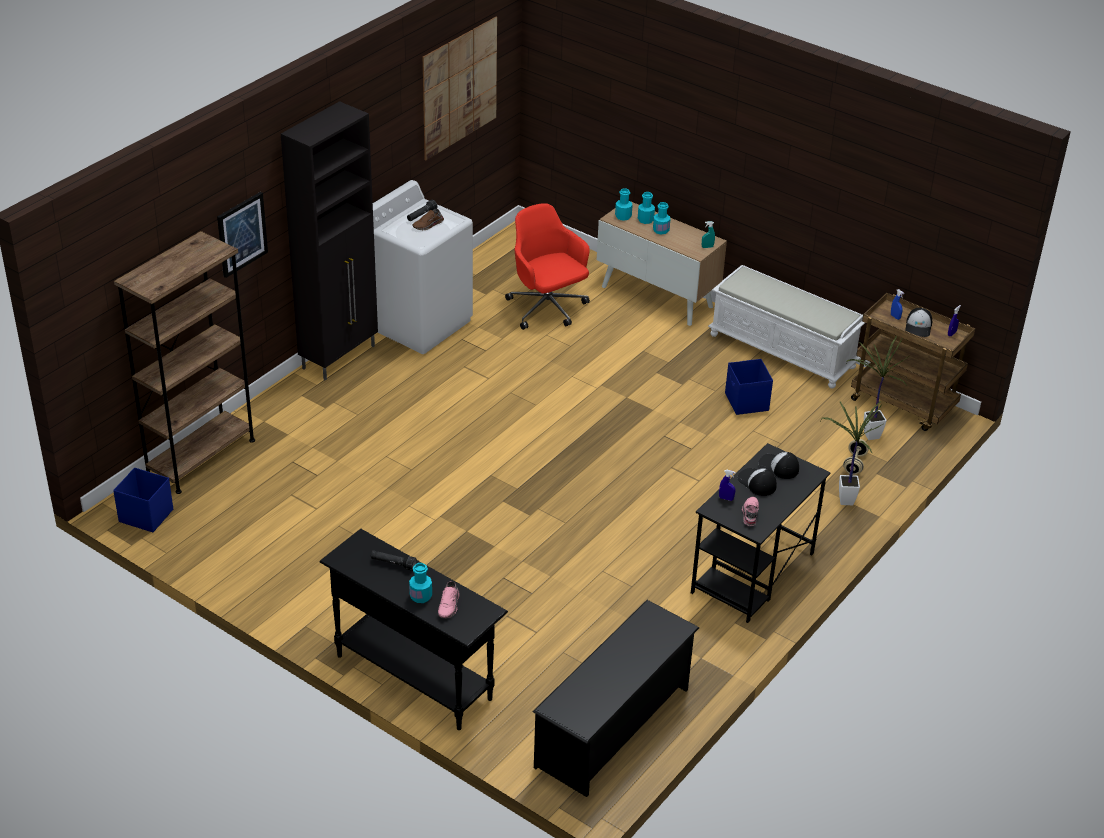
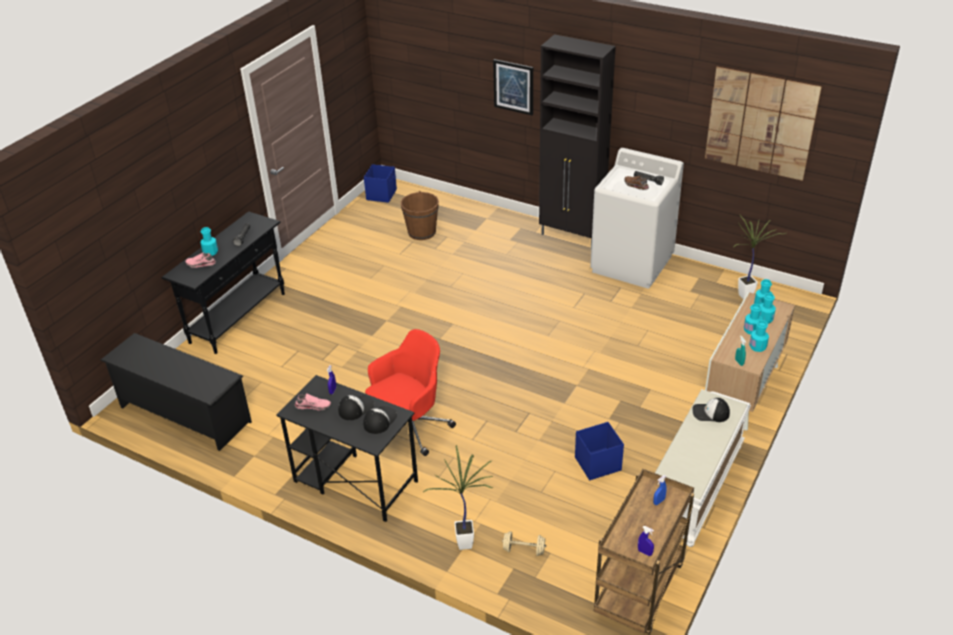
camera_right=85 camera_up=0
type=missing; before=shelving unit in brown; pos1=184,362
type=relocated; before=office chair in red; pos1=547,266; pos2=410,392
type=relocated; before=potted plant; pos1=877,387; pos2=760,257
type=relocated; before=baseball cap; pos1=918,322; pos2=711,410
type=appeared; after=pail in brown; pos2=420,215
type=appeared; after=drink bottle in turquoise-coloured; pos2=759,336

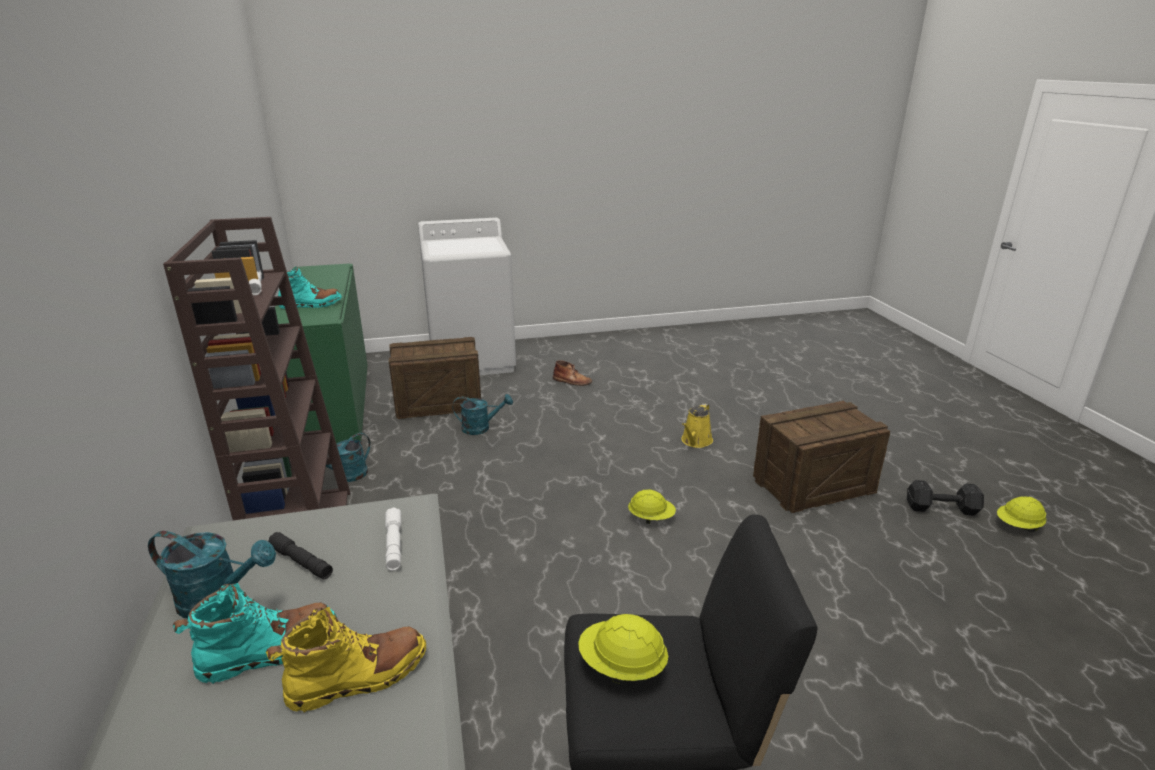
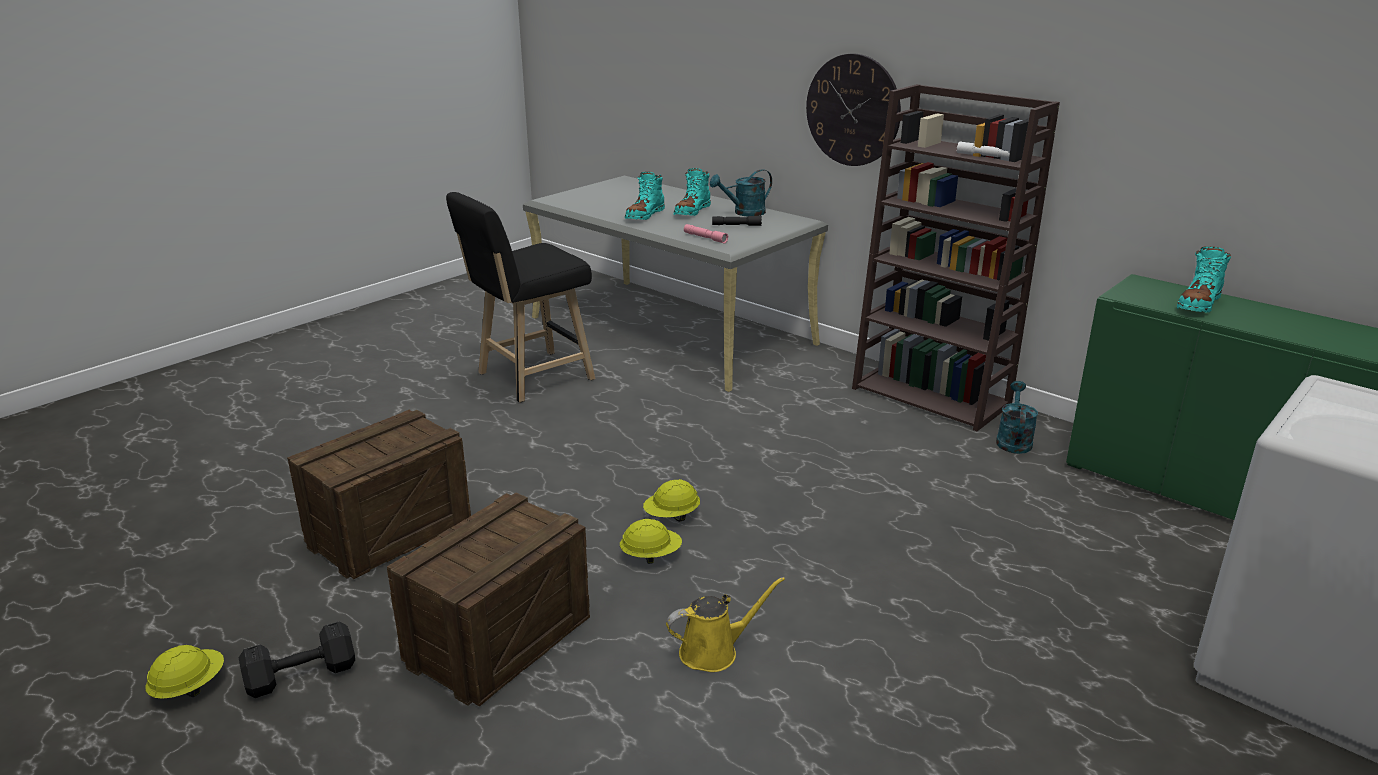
camera_right=145 camera_up=0
type=colour; before=boot in yellow; after=boot in turquoise-coloured; pos1=346,659; pos2=645,196
type=colour; before=flashlight in white; after=flashlight in pink; pos1=393,539; pos2=706,234
type=relocated; before=packing crate; pos1=435,378; pos2=379,494
type=missing; before=sprinkling can in turquoise-coloured; pos1=483,414
type=missing; before=boot in brown; pos1=572,373
type=relocated; before=work helmet in yellow; pos1=623,649; pos2=651,541
type=spun; before=sprinkling can in yellow; pos1=697,425; pos2=725,624; turn=75
type=appeared; after=wall clock; pos2=853,110

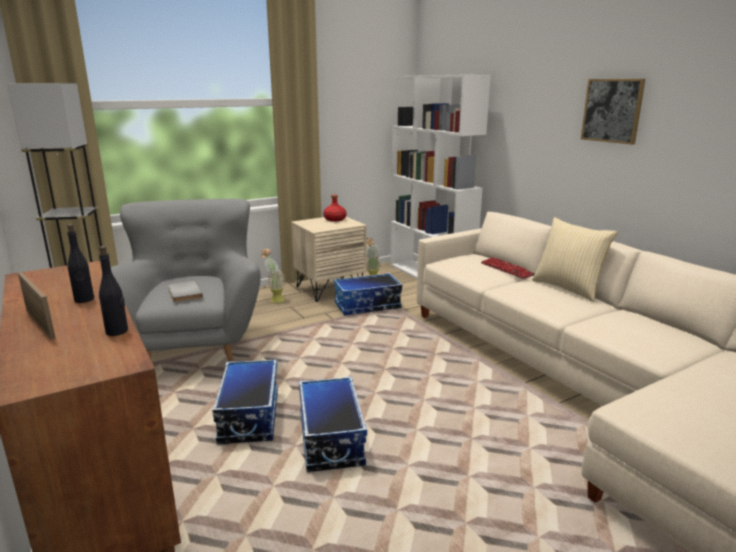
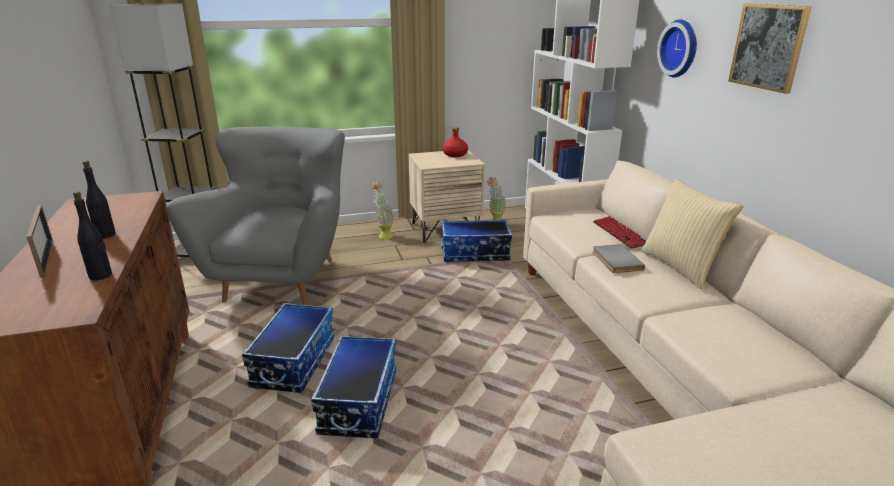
camera_right=15 camera_up=5
type=relocated; before=book in grey; pos1=185,291; pos2=619,258
type=appeared; after=wall clock; pos2=677,48

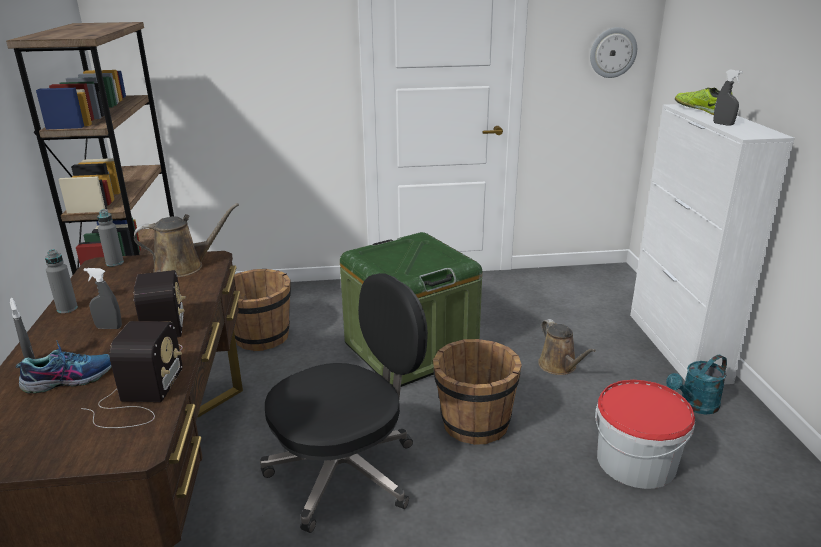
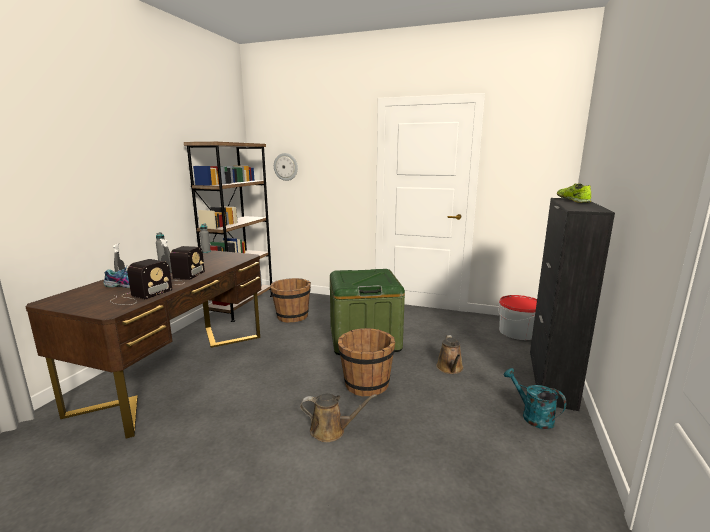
camera_right=25 camera_up=-10
type=relocated; before=sprinkling can in brown; pos1=186,240; pos2=338,417
type=missing; before=office chair in black-coloured; pos1=344,403
type=relocated; before=wall clock; pos1=613,52; pos2=286,167
type=relocated; before=pail; pos1=645,434; pos2=517,317
type=colour; before=storage cabinet in white; after=storage cabinet in black-coloured; pos1=712,244; pos2=572,304
type=spun; before=sprinkling can in turquoise-coloured; pos1=696,385; pos2=535,398; turn=60
type=missing; before=spray bottle in grey; pos1=728,98

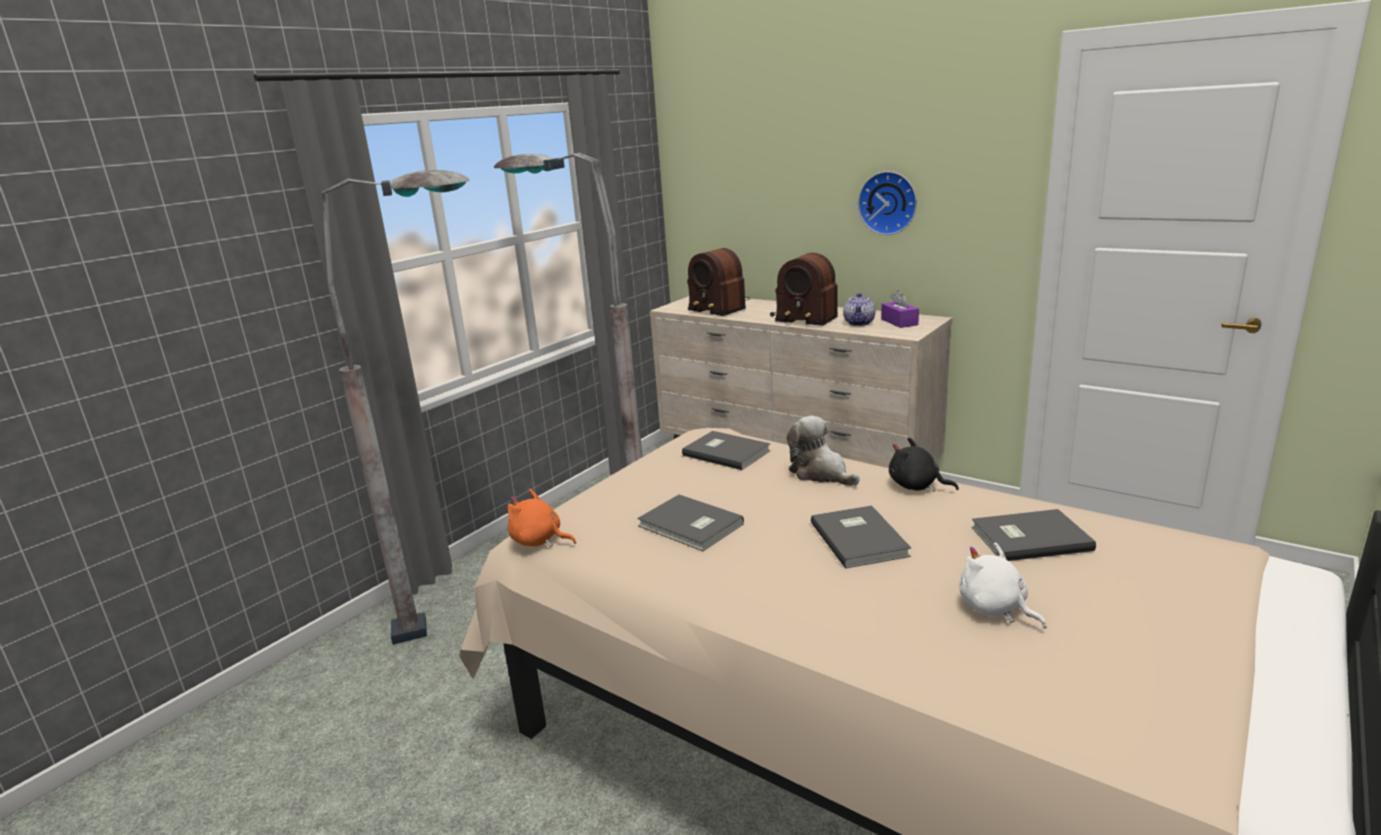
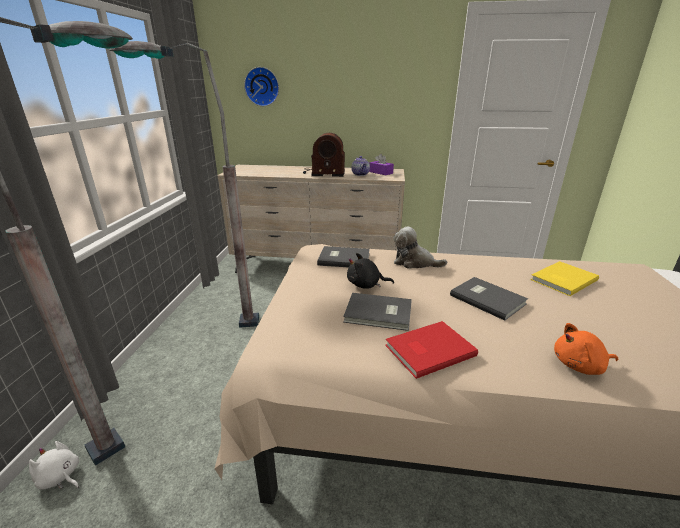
camera_right=-30 camera_up=5
type=relocated; before=plush toy in orange; pos1=542,518; pos2=586,349
type=missing; before=radio set; pos1=718,282
type=relocated; before=wall clock; pos1=887,203; pos2=261,86
type=relocated; before=plush toy in black-coloured; pos1=924,464; pos2=370,271
type=relocated; before=plush toy in white; pos1=1003,585; pos2=54,465
type=colour; before=book in grey; after=book in yellow; pos1=1033,535; pos2=564,278
type=appeared; after=book in red; pos2=431,350

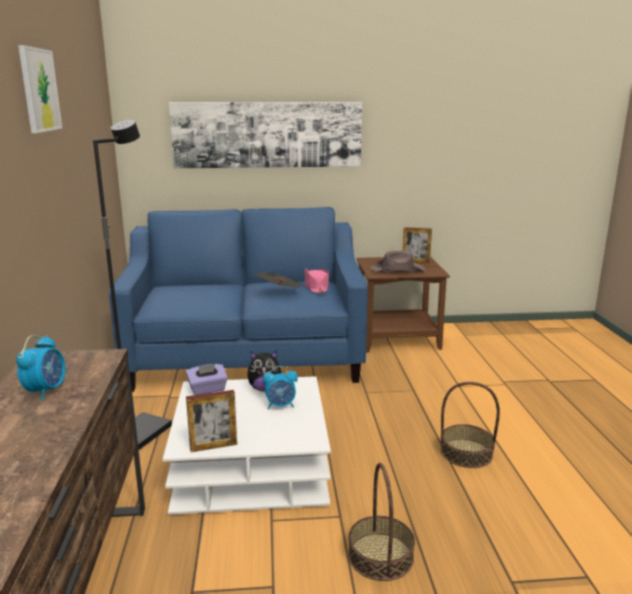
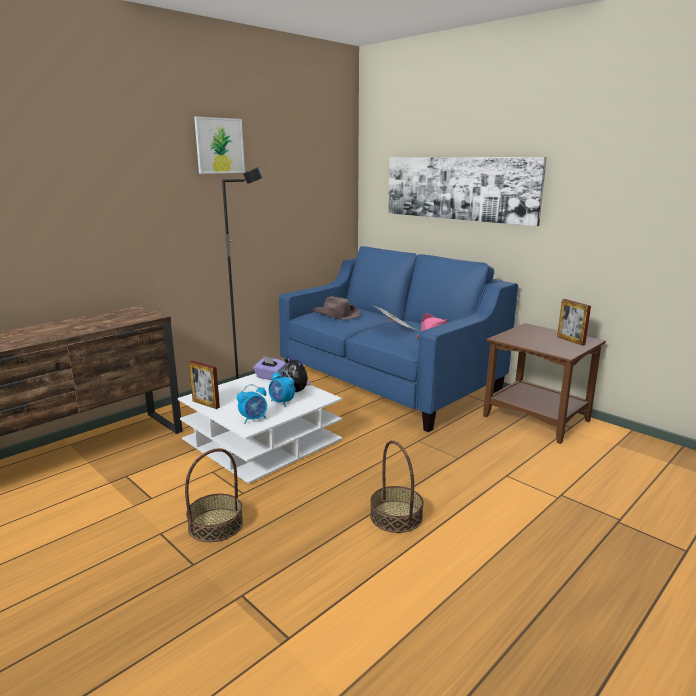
camera_right=50 camera_up=0
type=relocated; before=table clock; pos1=40,367; pos2=252,404
type=relocated; before=wearable hat in brown; pos1=398,261; pos2=336,308

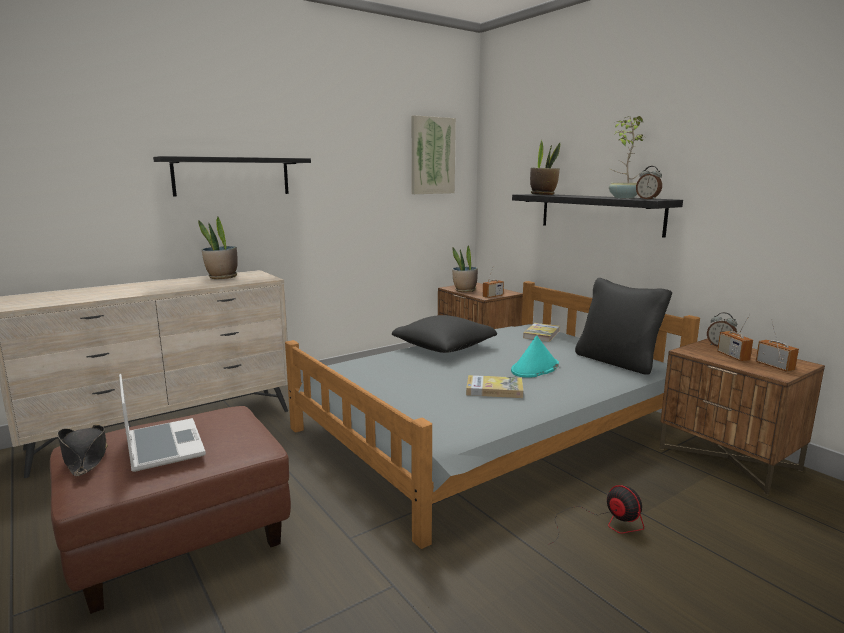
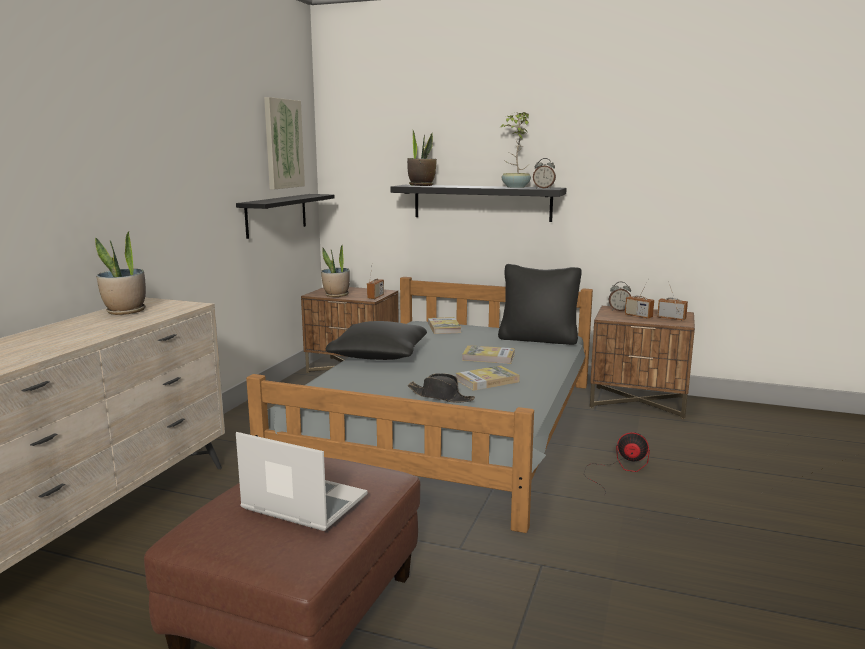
camera_right=-35 camera_up=0
type=relocated; before=wearable hat in black-coloured; pos1=82,450; pos2=441,388
type=relocated; before=bracket shelf in black-coloured; pos1=232,176; pos2=285,216
type=exchanged; before=wearable hat in turquoise-coloured; after=book; pos1=535,356; pos2=488,354

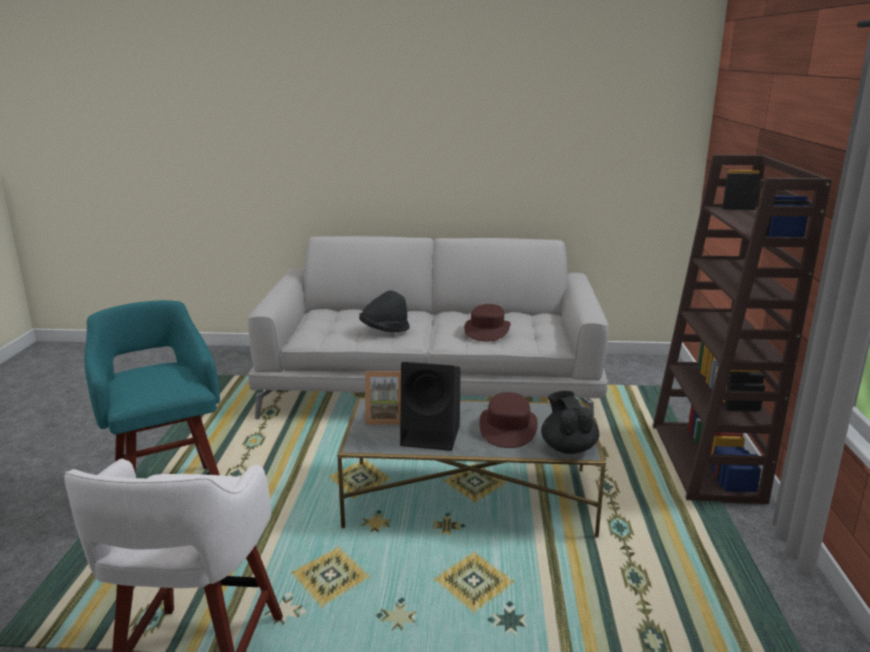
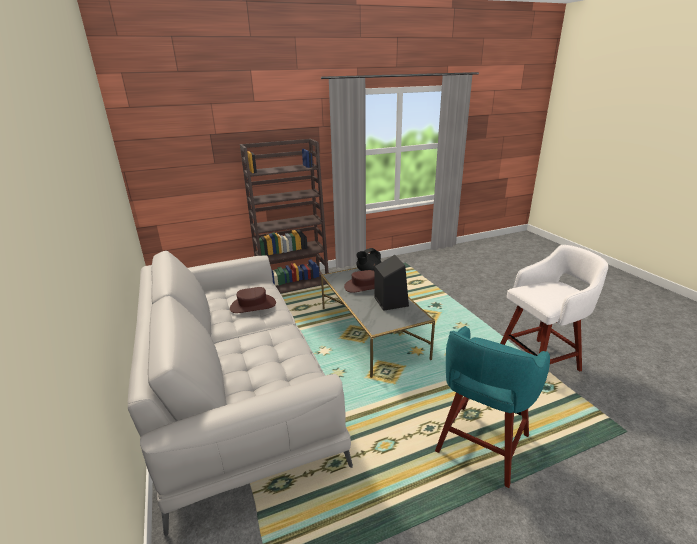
camera_right=-115 camera_up=5
type=missing; before=wearable hat in black-coloured; pos1=384,311
type=missing; before=picture frame; pos1=383,398

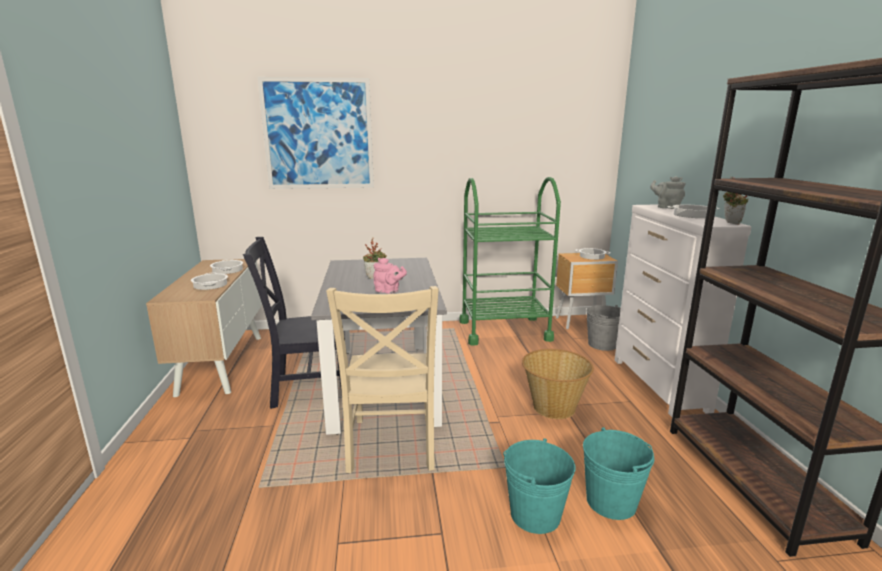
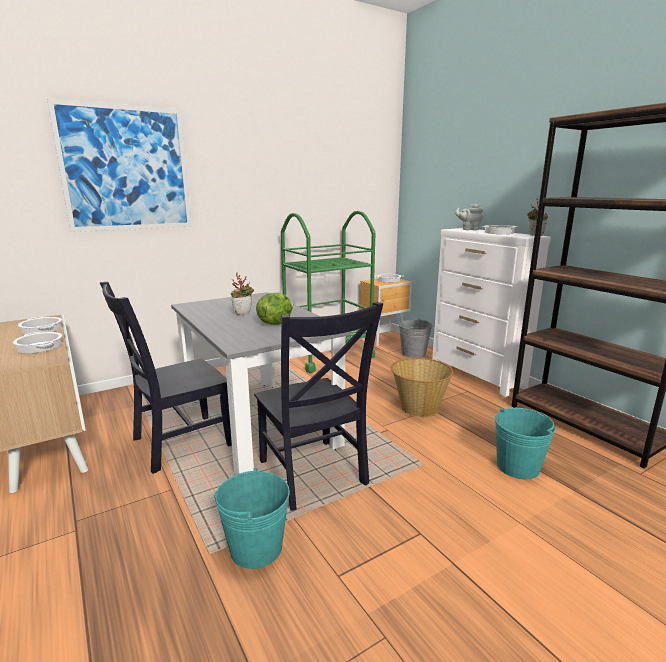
camera_right=-25 camera_up=0
type=colour; before=chair in beige-coloured; after=chair in black-coloured; pos1=382,379; pos2=318,406
type=exchanged; before=tea pot in pink; after=lettuce head; pos1=390,276; pos2=274,309
type=relocated; before=pail in turquoise-coloured; pos1=539,486; pos2=252,518

